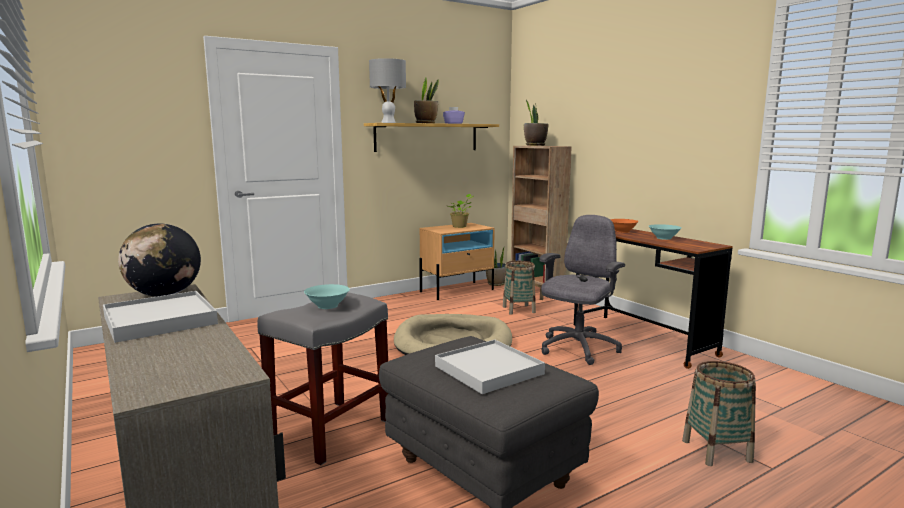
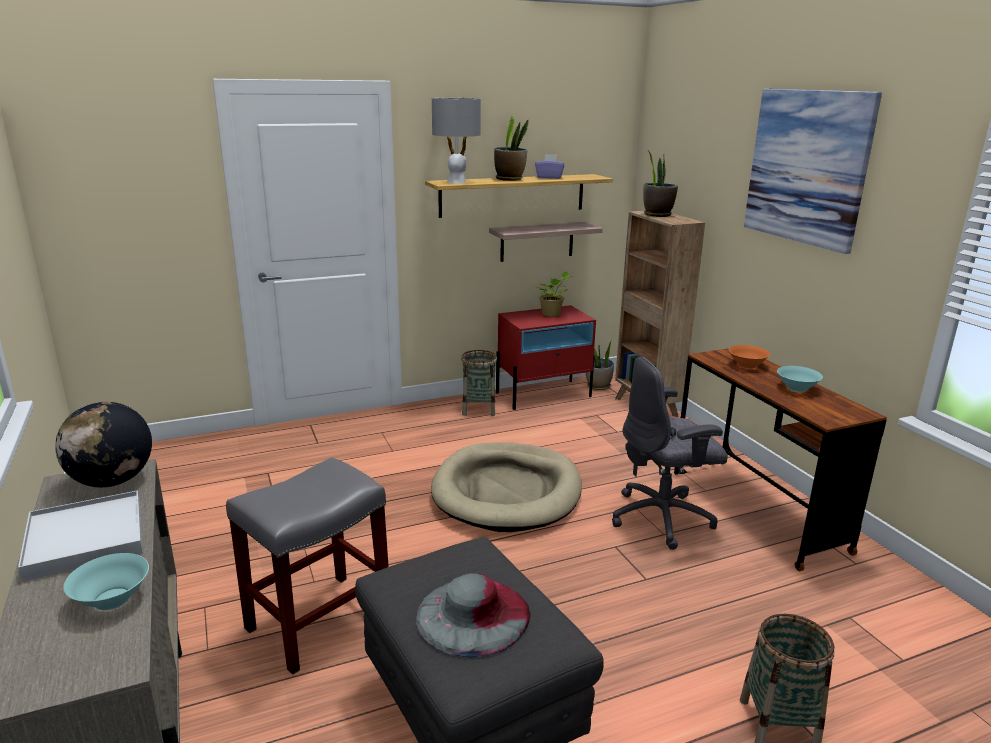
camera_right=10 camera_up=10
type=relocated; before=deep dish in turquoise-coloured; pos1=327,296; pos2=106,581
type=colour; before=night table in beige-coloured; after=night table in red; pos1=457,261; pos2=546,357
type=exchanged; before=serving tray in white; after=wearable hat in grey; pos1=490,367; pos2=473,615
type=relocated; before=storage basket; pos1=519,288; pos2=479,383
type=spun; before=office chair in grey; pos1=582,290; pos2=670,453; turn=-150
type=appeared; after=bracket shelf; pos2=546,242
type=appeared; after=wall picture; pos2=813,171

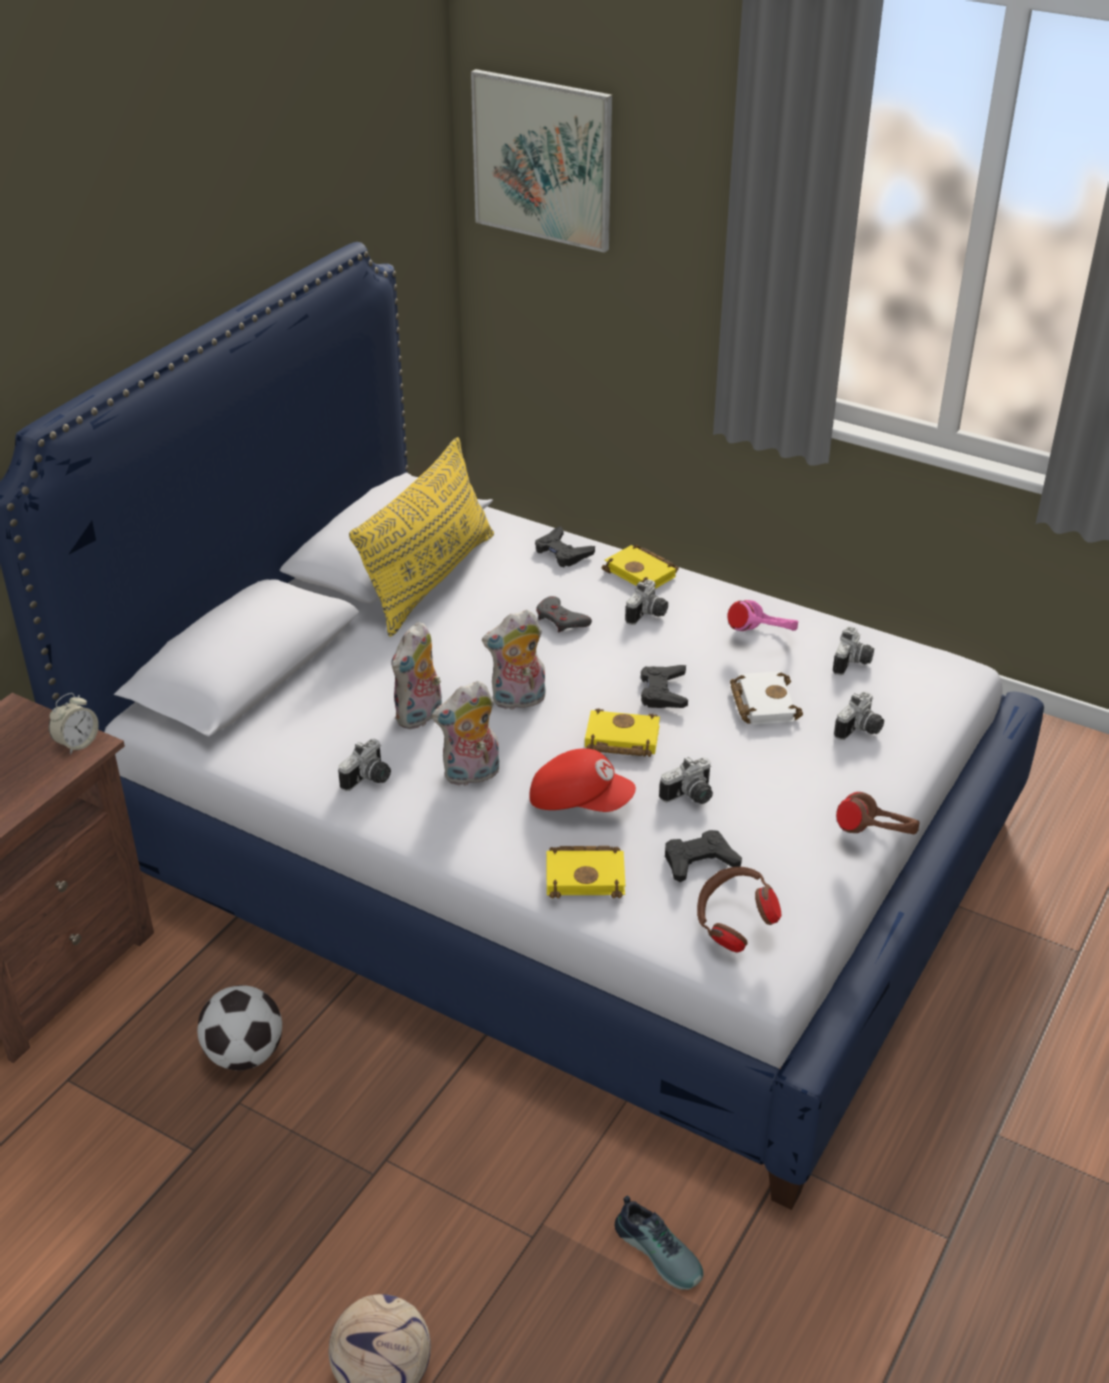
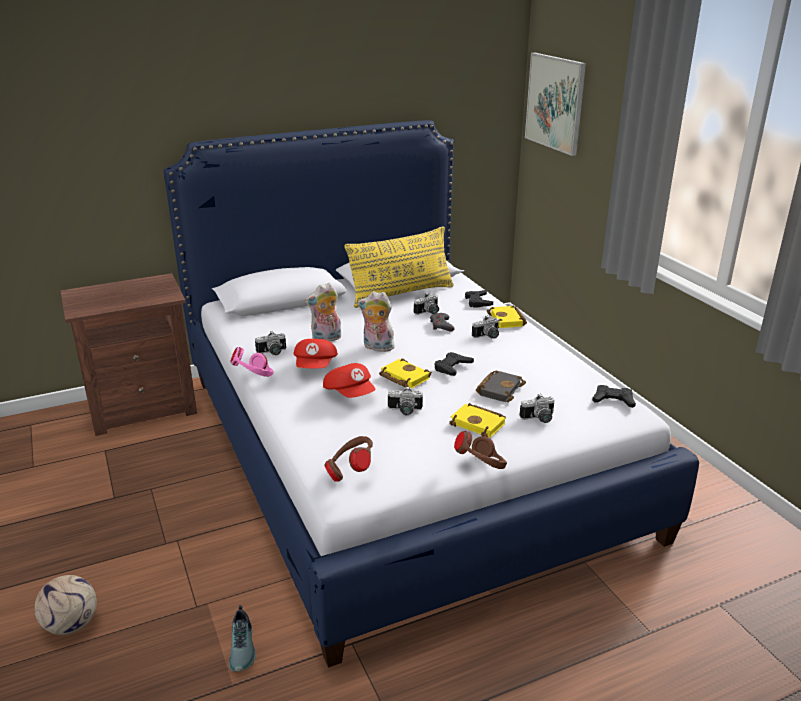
camera_right=35 camera_up=-10
type=missing; before=table clock; pos1=74,724
type=missing; before=football; pos1=239,1027
type=exchanged; before=plush toy; after=baseball cap in red; pos1=465,734; pos2=315,353
type=relocated; before=book in yellow; pos1=586,872; pos2=477,420
type=relocated; before=gamepad in black-coloured; pos1=703,856; pos2=614,396
type=relocated; before=pair of headphones in pink; pos1=762,615; pos2=252,362
type=colour; before=book in white; after=book in black-coloured; pos1=766,698; pos2=501,386
type=relocated; before=photo camera; pos1=853,650; pos2=426,304

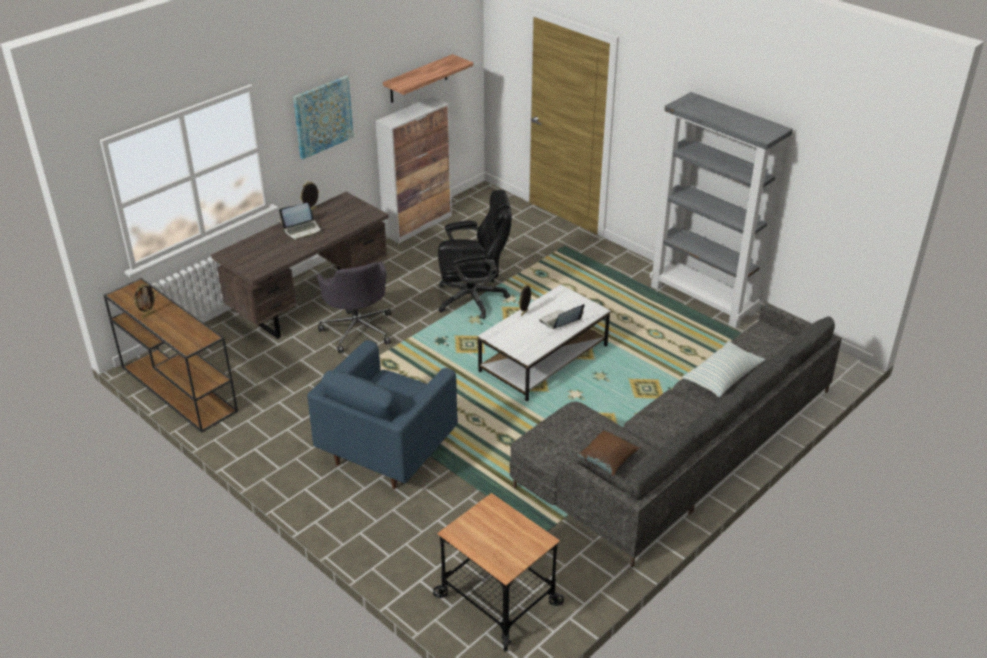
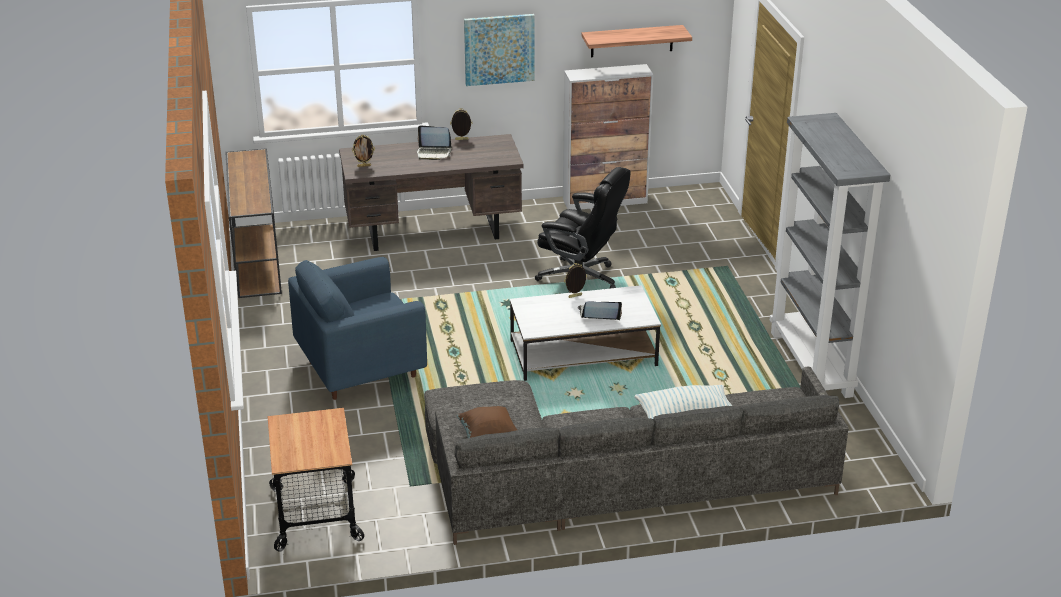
camera_right=35 camera_up=-5
type=relocated; before=picture frame; pos1=145,301; pos2=363,151
type=missing; before=office chair in grey; pos1=353,307

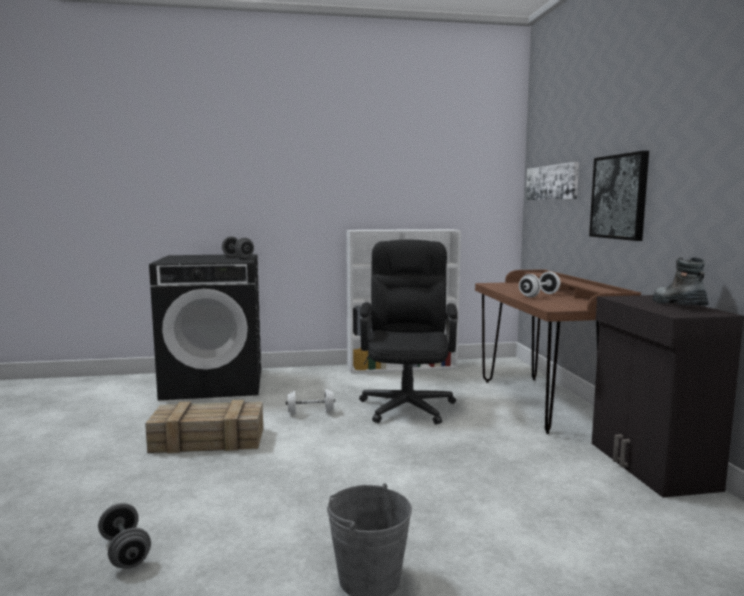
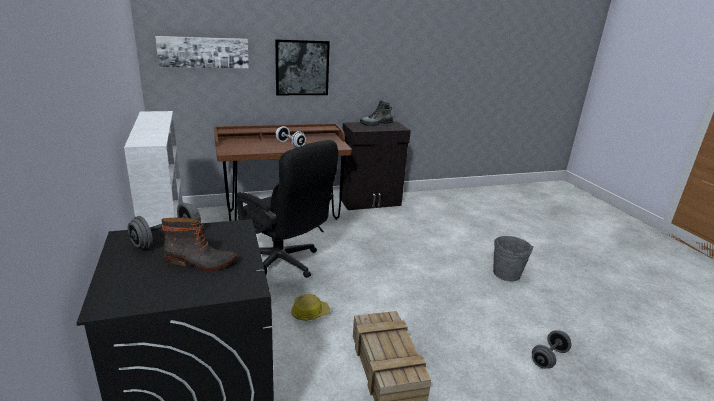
camera_right=-100 camera_up=15
type=exchanged; before=hand weight in white; after=work helmet; pos1=310,402; pos2=311,307
type=spun; before=office chair in black-coloured; pos1=408,332; pos2=287,209; turn=-135
type=appeared; after=boot; pos2=199,244

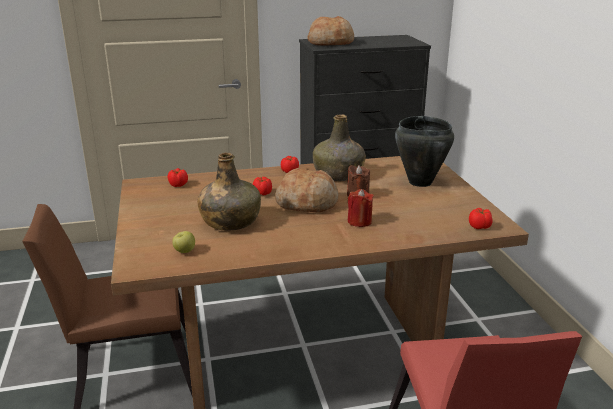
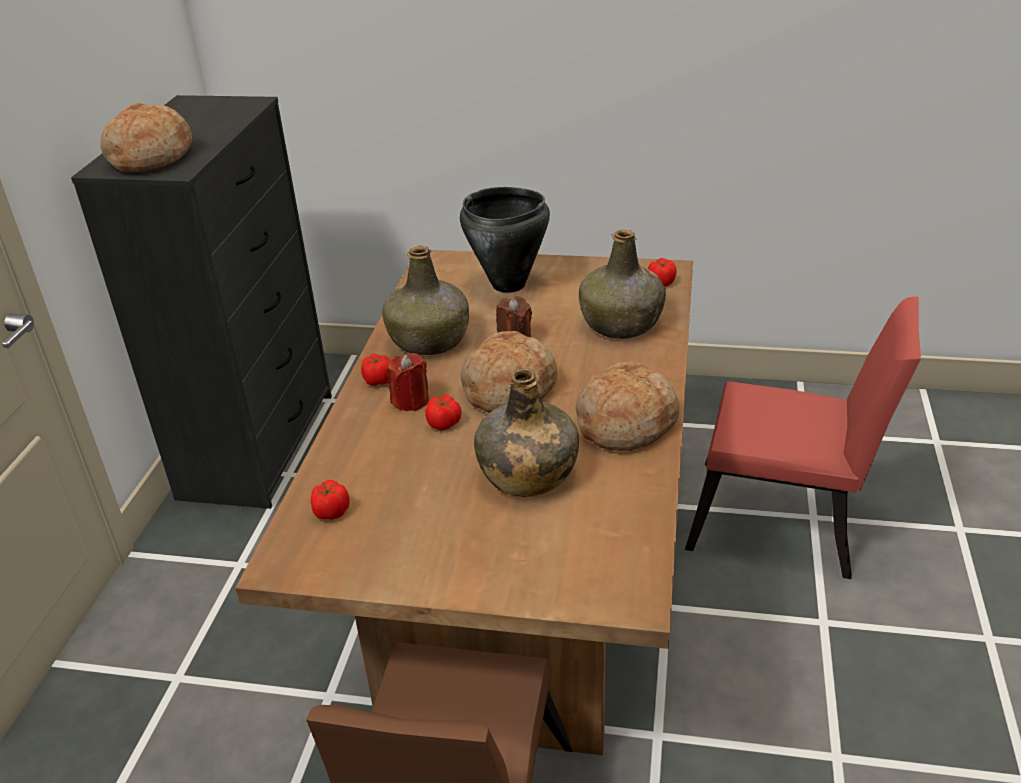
camera_right=-65 camera_up=10
type=missing; before=whole apple; pos1=183,242
type=relocated; before=candle in red; pos1=360,208; pos2=408,382
type=appeared; after=bakery bread; pos2=627,406
type=appeared; after=drink bottle in green-coloured; pos2=622,284

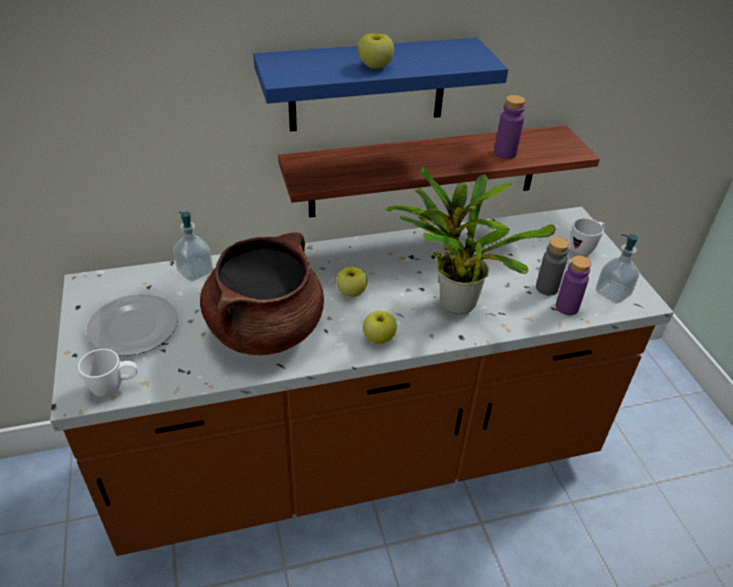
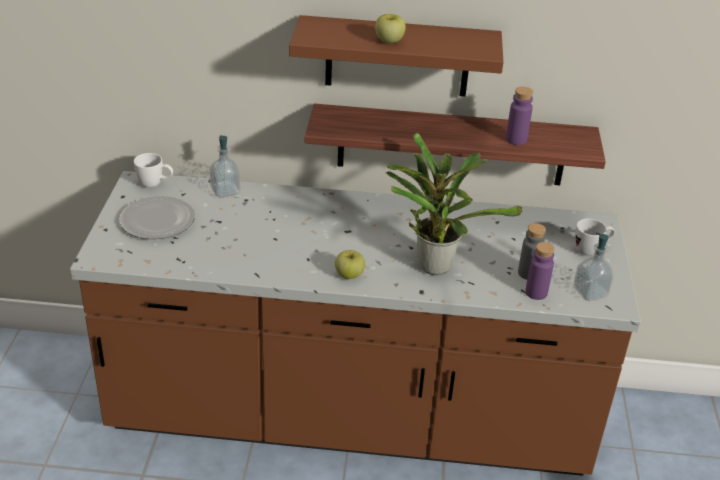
camera_right=20 camera_up=-5
type=relocated; before=coffee mug in white; pos1=108,373; pos2=153,170
type=missing; before=saucepot in brown; pos1=262,293
type=colour; before=bracket shelf in blue; after=bracket shelf in brown; pos1=380,85; pos2=396,56
type=missing; before=whole apple; pos1=352,281

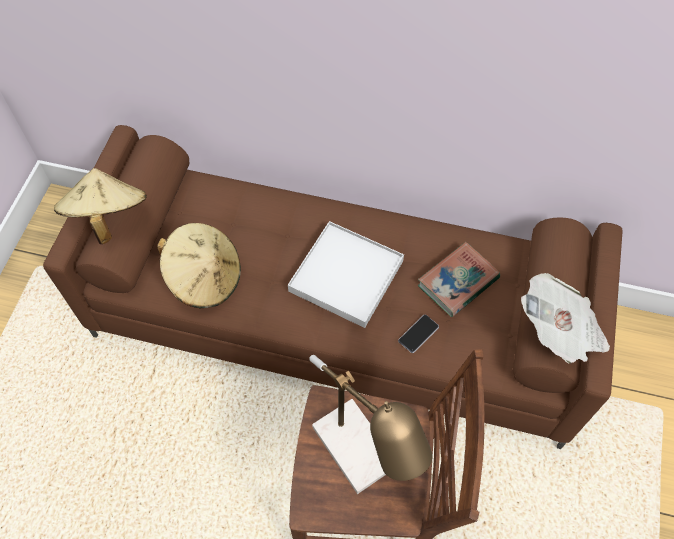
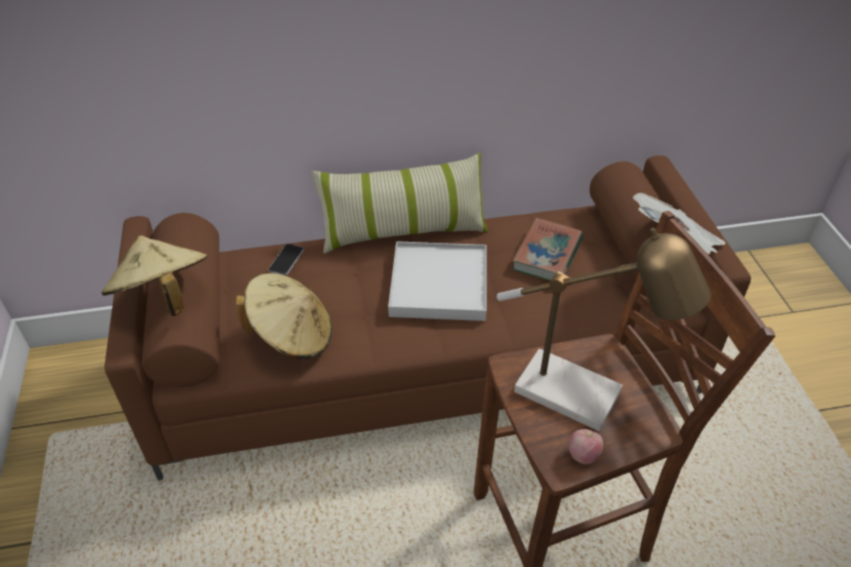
camera_right=-25 camera_up=-15
type=relocated; before=telephone; pos1=418,334; pos2=286,260
type=appeared; after=pillow; pos2=400,203
type=appeared; after=whole apple; pos2=585,446

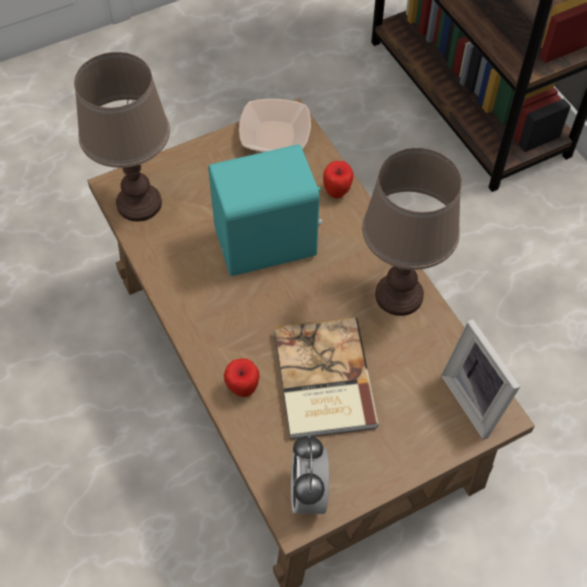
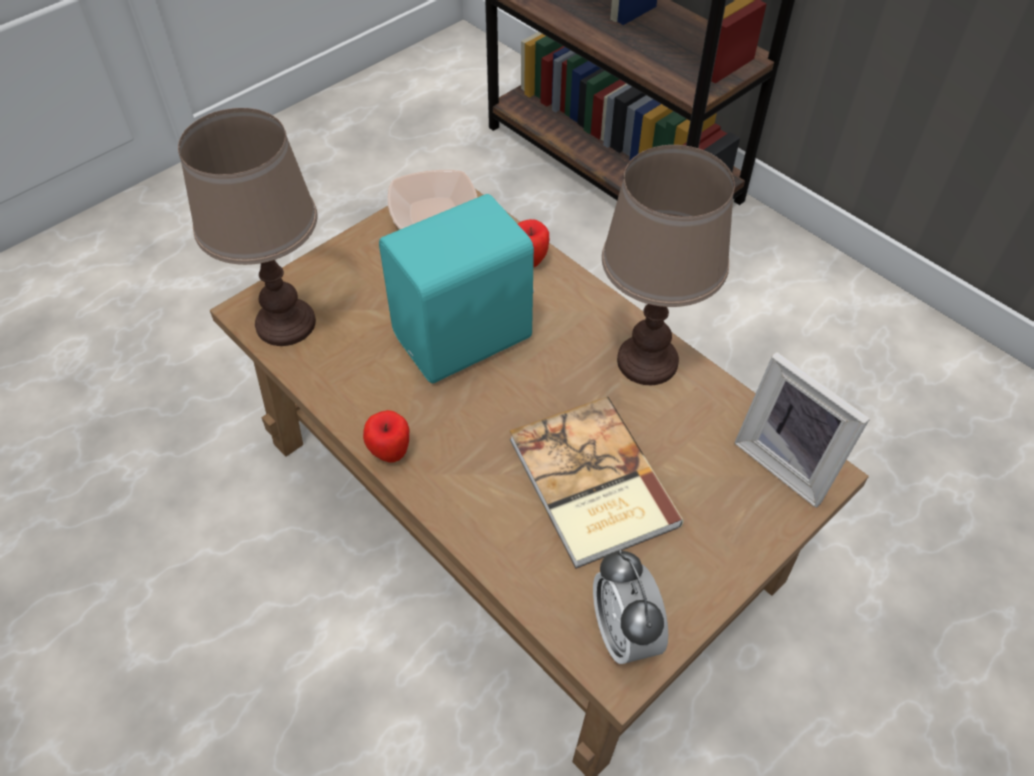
camera_right=-15 camera_up=-5
type=relocated; before=whole apple; pos1=242,377; pos2=386,436

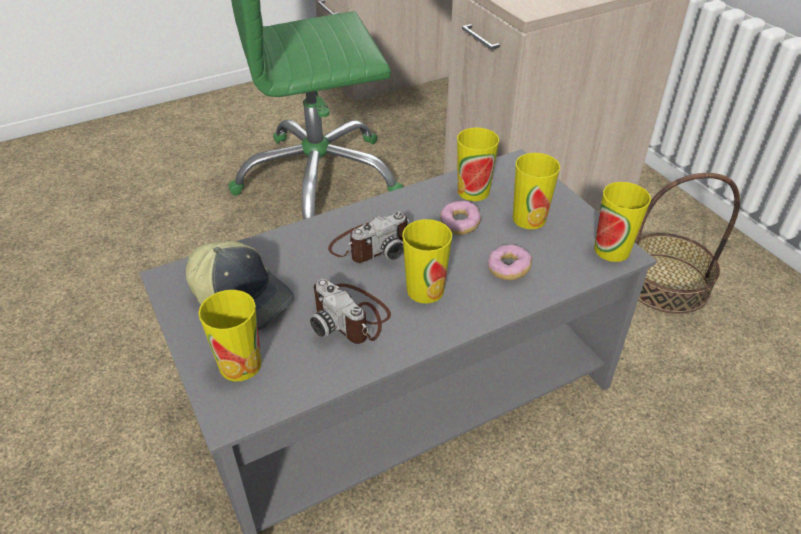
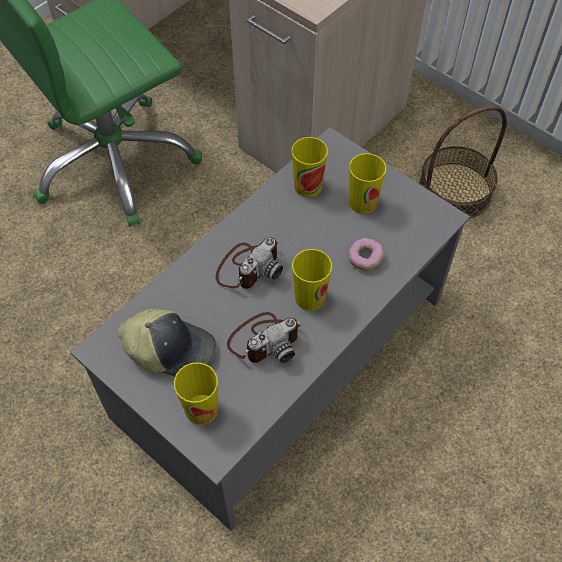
camera_right=-20 camera_up=15
type=spun; before=photo camera; pos1=350,311; pos2=264,337; turn=-60
type=missing; before=doughnut; pos1=460,218
type=missing; before=drinking cup; pos1=622,222

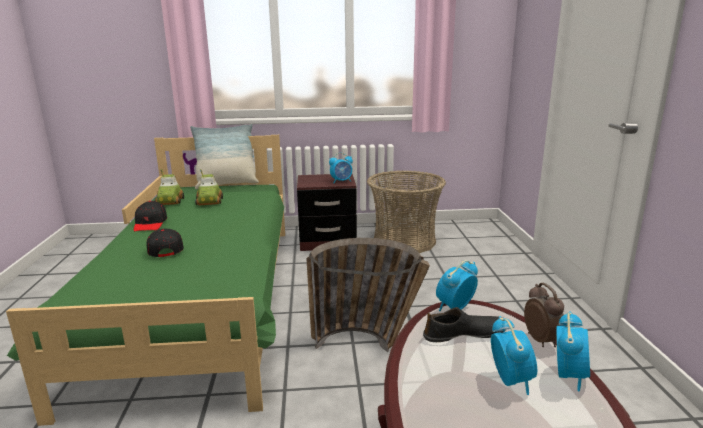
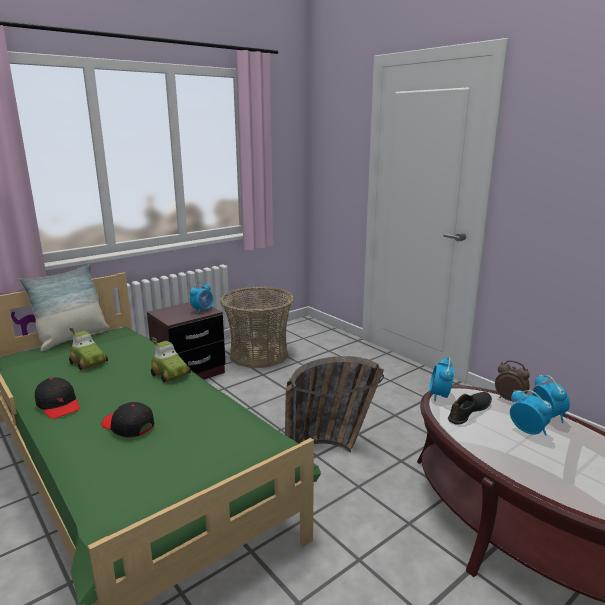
camera_right=-35 camera_up=0
type=relocated; before=model car; pos1=169,187; pos2=171,359

